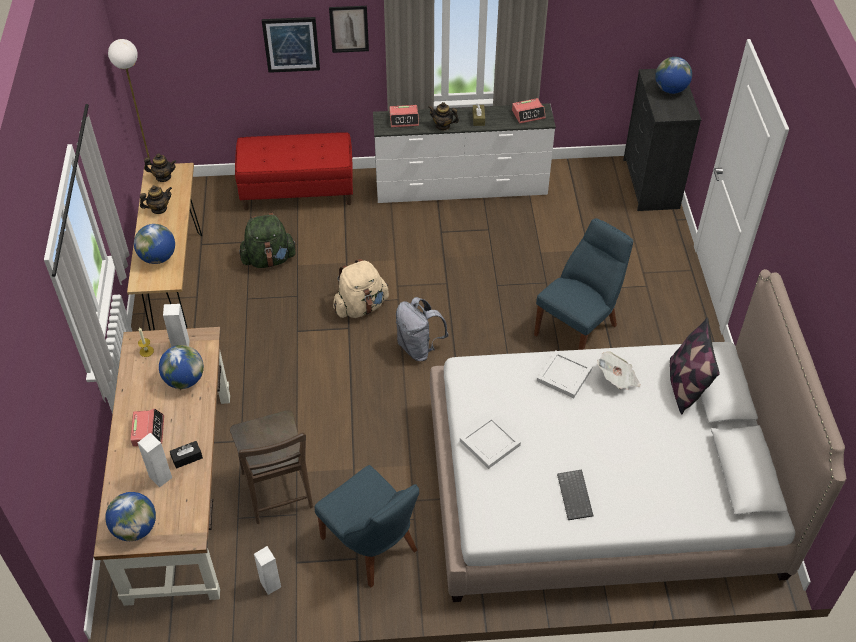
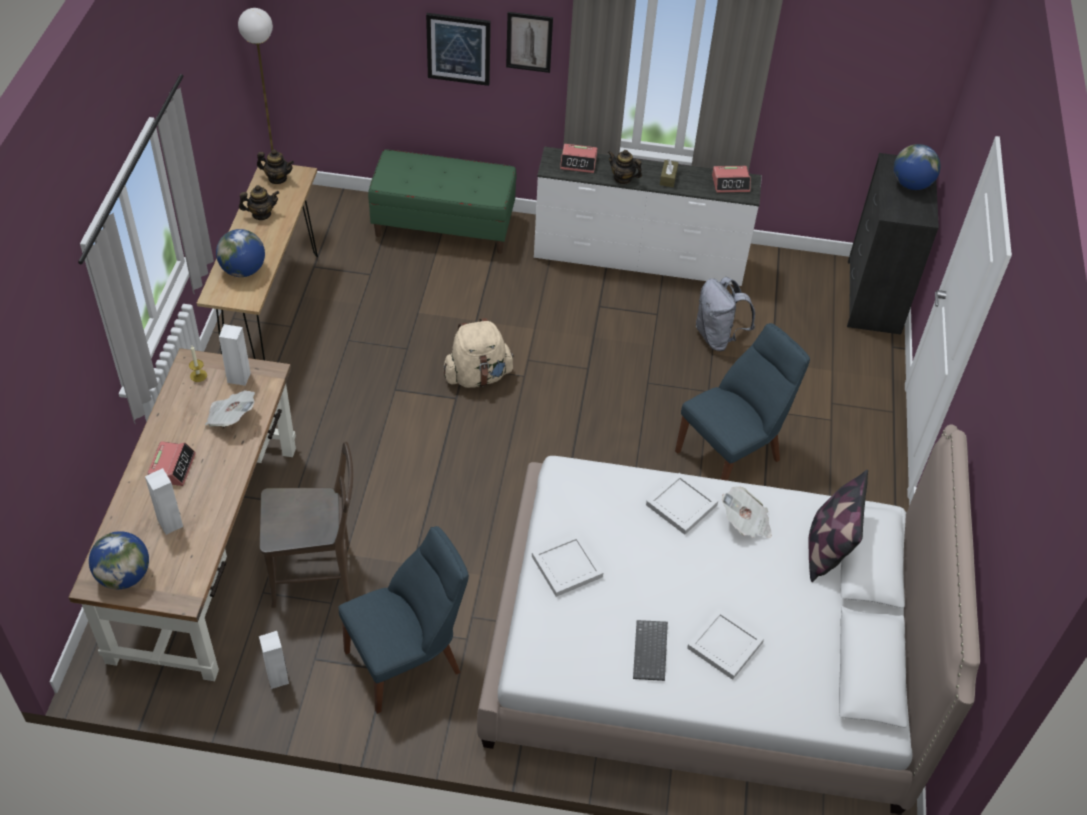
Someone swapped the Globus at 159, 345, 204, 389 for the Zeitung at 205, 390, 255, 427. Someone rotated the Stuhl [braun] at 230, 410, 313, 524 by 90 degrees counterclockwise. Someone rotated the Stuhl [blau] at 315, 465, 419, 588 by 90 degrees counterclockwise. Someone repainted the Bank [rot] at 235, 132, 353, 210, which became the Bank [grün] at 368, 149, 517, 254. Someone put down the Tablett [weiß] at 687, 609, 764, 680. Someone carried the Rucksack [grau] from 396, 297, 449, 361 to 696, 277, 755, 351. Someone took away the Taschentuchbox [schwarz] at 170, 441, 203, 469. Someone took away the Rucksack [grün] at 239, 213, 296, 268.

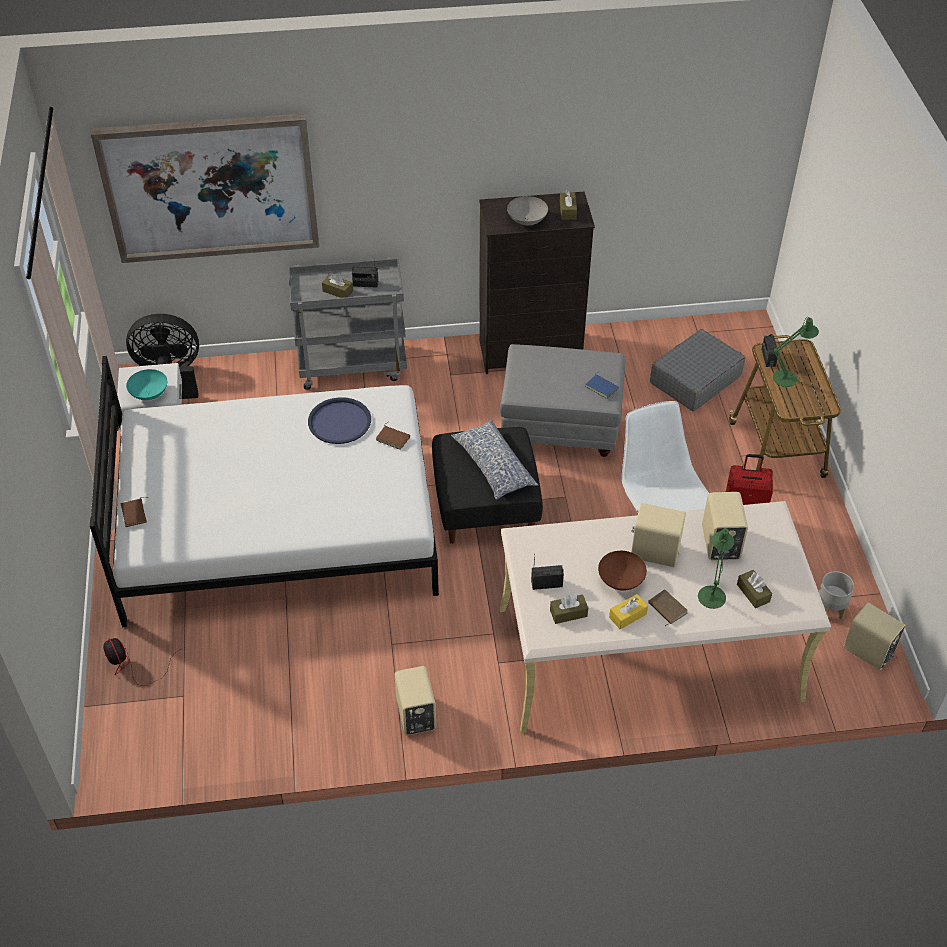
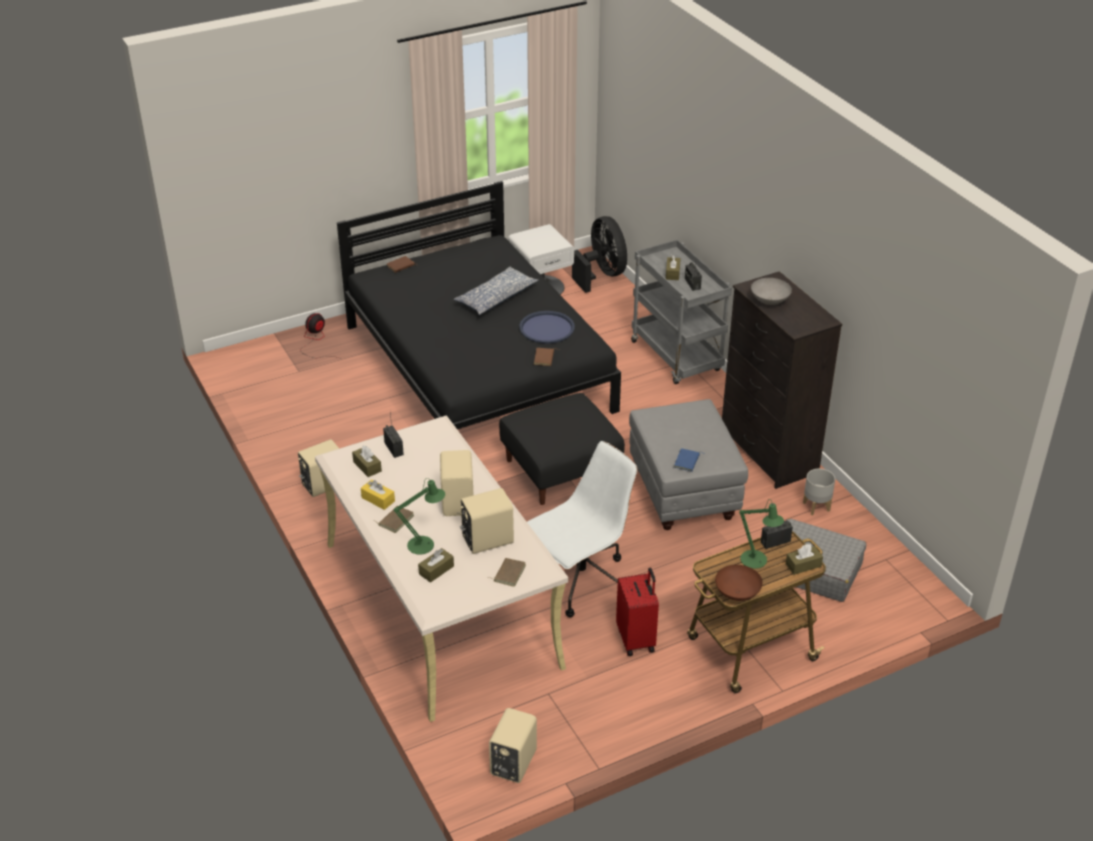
Someone repainted the Bett [weiß] at 90, 356, 439, 627, which became the Bett [schwarz] at 337, 181, 621, 429. Someone carried the Kissen from 451, 419, 538, 500 to 454, 267, 539, 315. Someone put down the Buch [braun] at 487, 558, 526, 587. Someone carried the Schüssel [braun] from 598, 551, 647, 591 to 715, 565, 763, 601. Someone carried the Taschentuchbox [braun] from 560, 191, 577, 220 to 786, 544, 823, 575. Someone carried the Pflanzkübel [grau] from 819, 571, 854, 619 to 803, 469, 835, 515. Someone took away the Bild at 91, 113, 319, 263. Someone took away the Schüssel [türkis] at 126, 369, 167, 400.

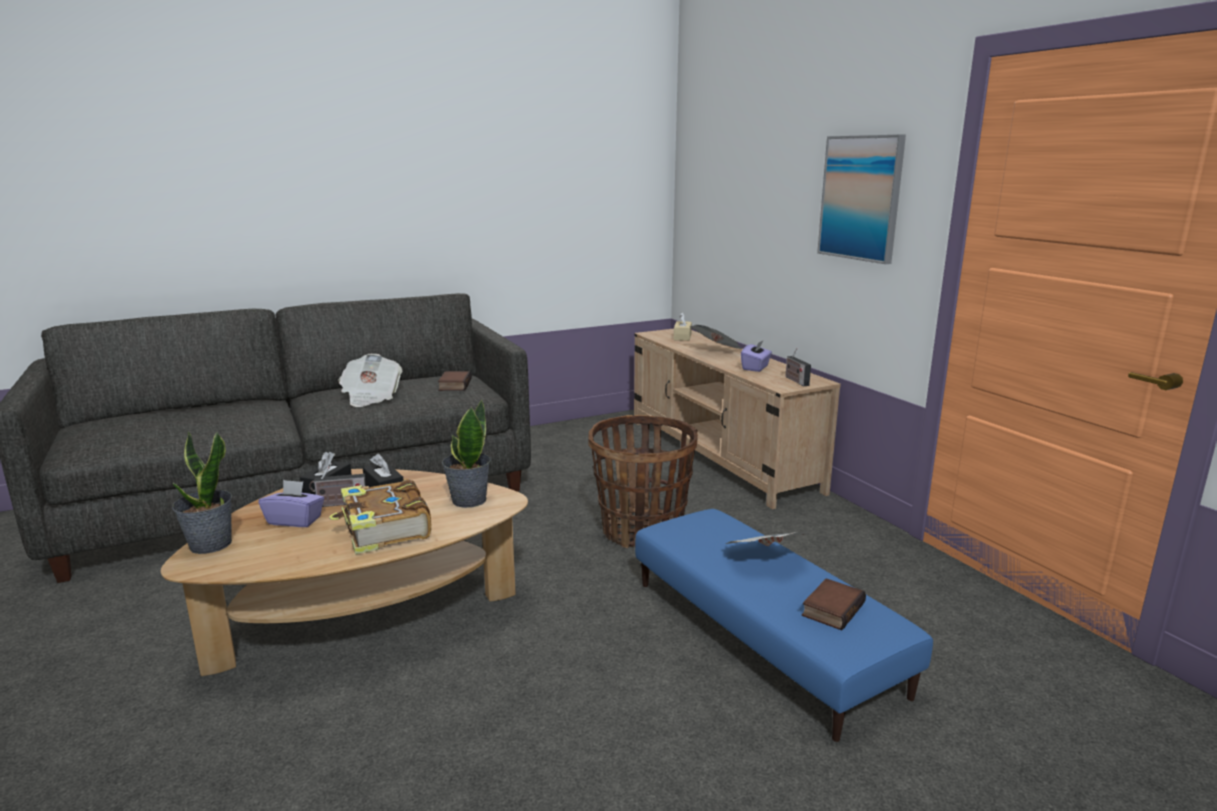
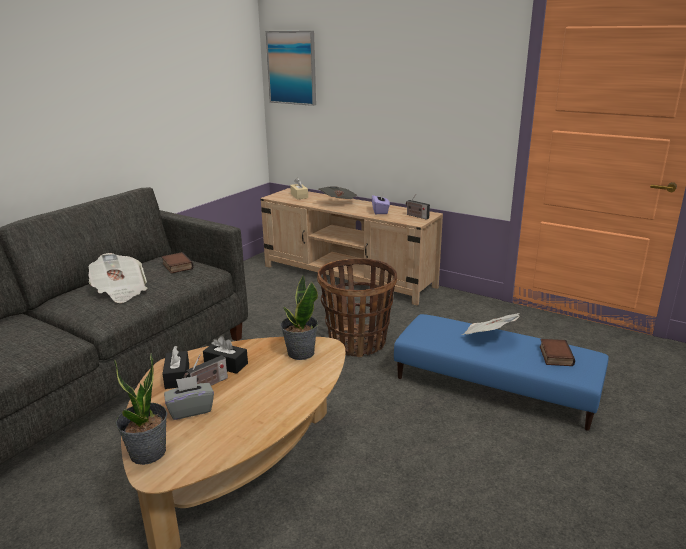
Someone repainted the Taschentuchbox [lila] at 259, 480, 324, 527, which became the Taschentuchbox [grau] at 164, 375, 214, 420. Someone carried the Bild from 817, 134, 906, 264 to 266, 31, 316, 106. Someone took away the Buch at 329, 479, 431, 554.

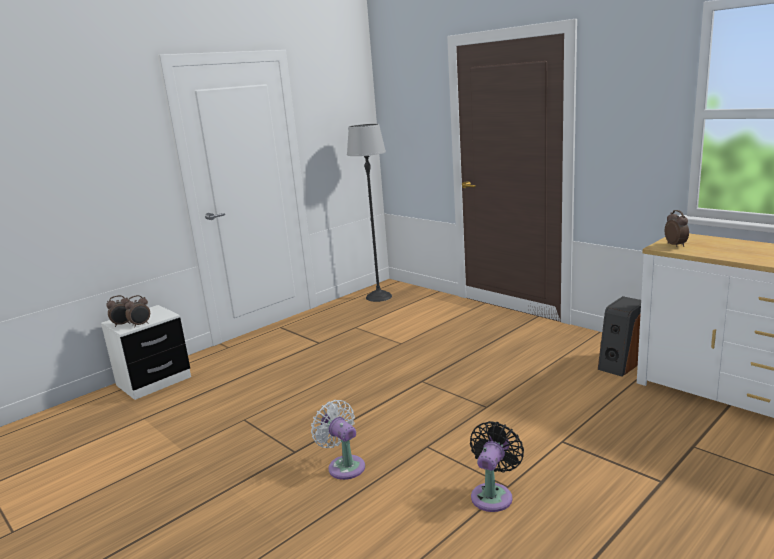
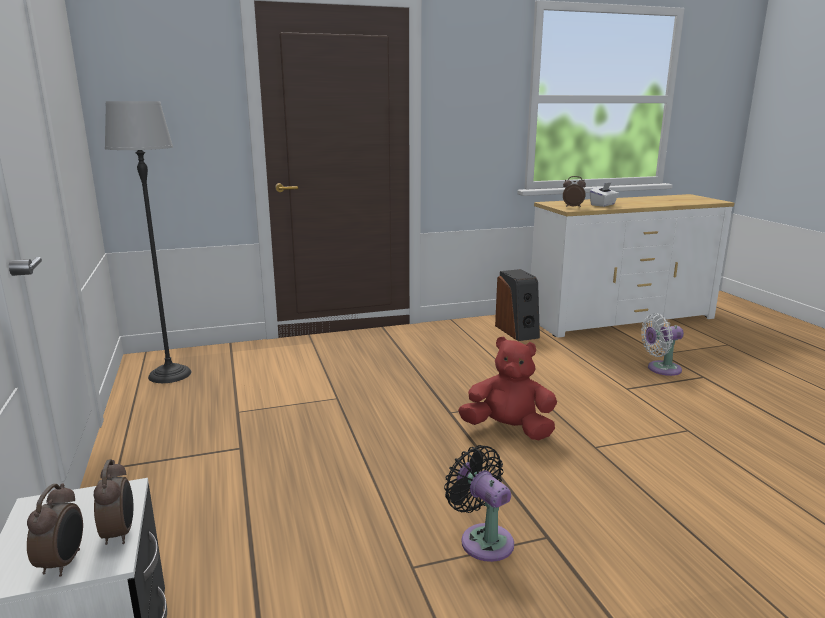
Someone carried the Ventilator [schwarz] from 470, 421, 524, 512 to 444, 445, 514, 562. Someone put down the Plüschtier [rot] at 458, 337, 557, 440. Someone put down the Taschentuchbox [weiß] at 590, 183, 619, 207. Someone carried the Ventilator [weiß] from 311, 400, 365, 480 to 641, 313, 684, 376.

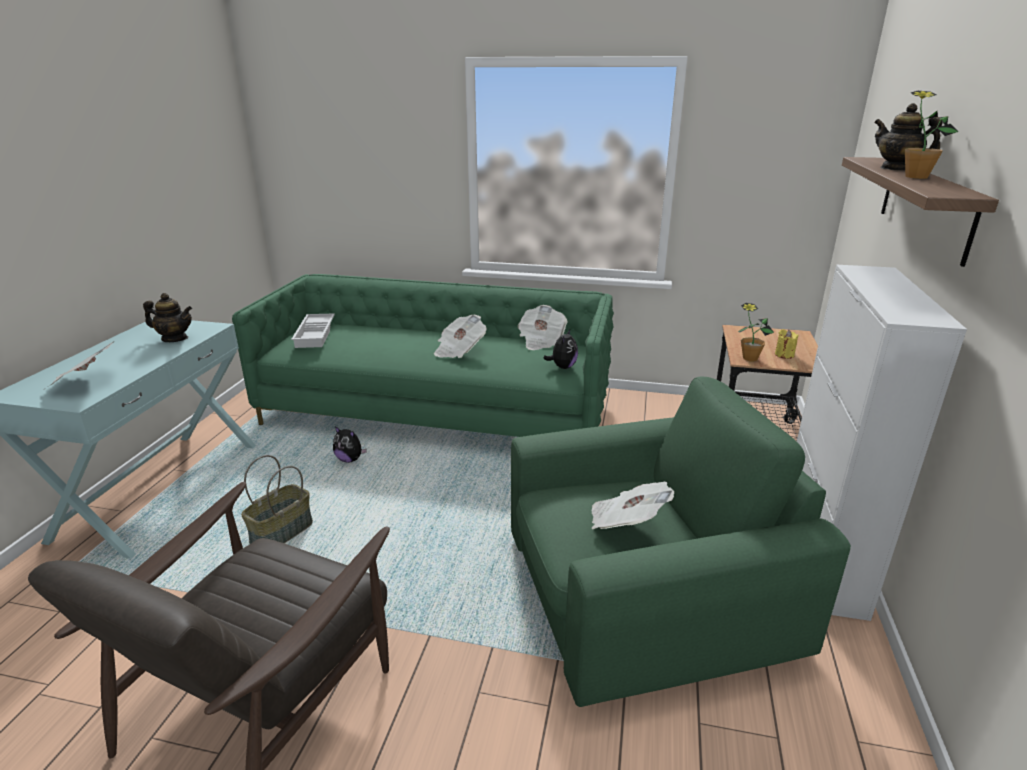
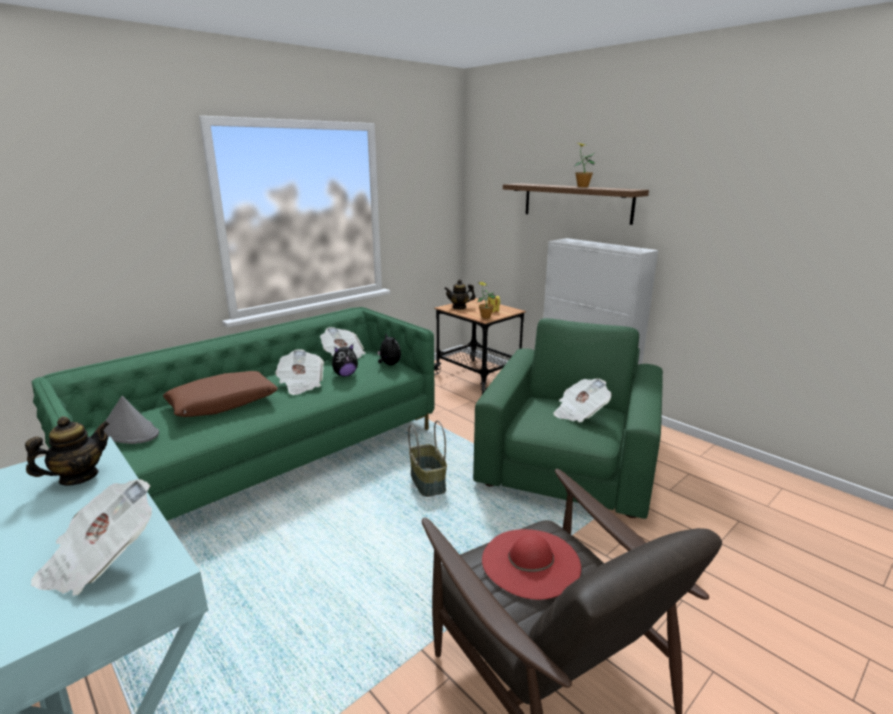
Someone swapped the Tablett [weiß] at 291, 313, 335, 348 for the Hut [grau] at 104, 396, 159, 444. Someone put down the Kissen [braun] at 163, 371, 278, 417. Someone carried the Plüschtier from 333, 426, 367, 463 to 332, 344, 358, 377. Someone carried the Korb from 241, 455, 313, 544 to 408, 420, 447, 497. Someone carried the Teekanne from 874, 103, 942, 170 to 444, 279, 476, 309. Someone put down the Hut [rot] at 482, 529, 581, 600.

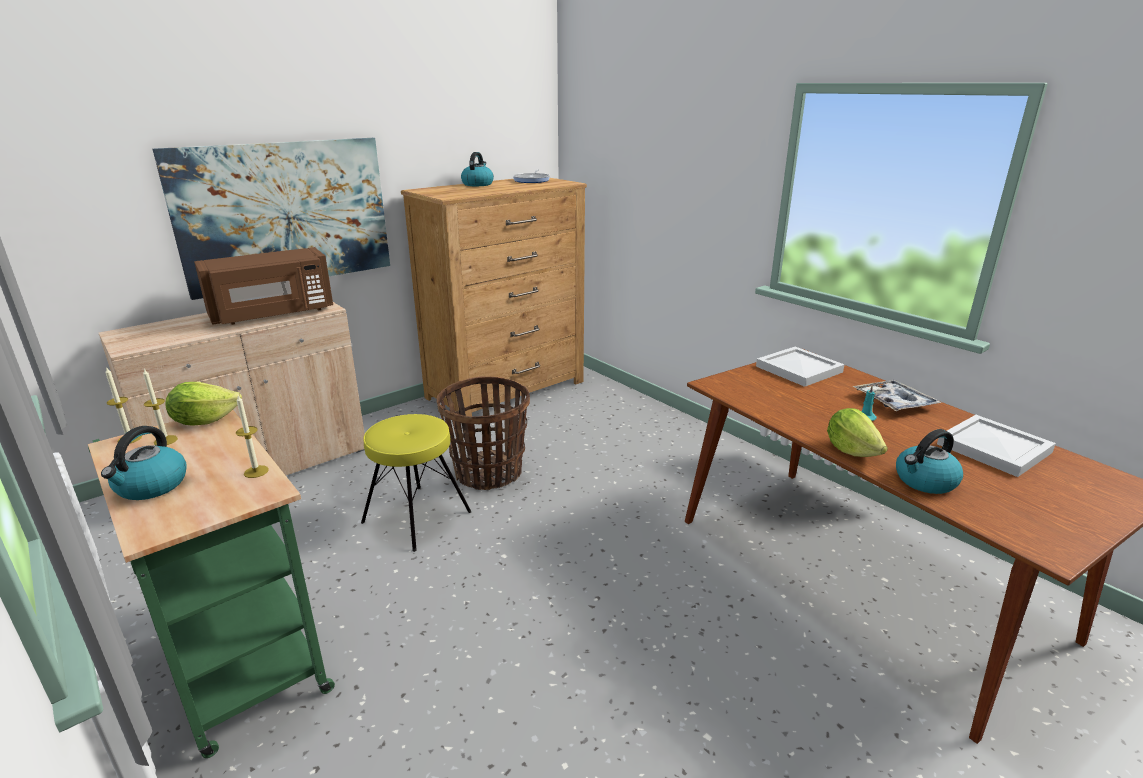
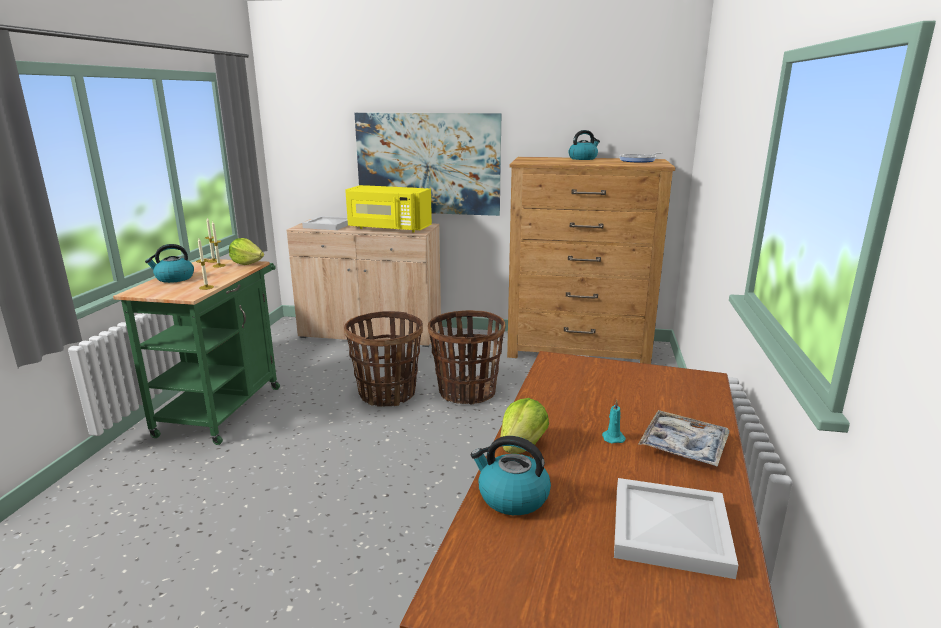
Someone carried the Tablett [weiß] from 756, 347, 845, 387 to 302, 216, 348, 230. Someone swapped the Hocker [gelb] at 361, 414, 472, 552 for the Korb at 344, 311, 423, 407. Someone repainted the Mikrowelle [braun] at 194, 247, 333, 325, which became the Mikrowelle [gelb] at 345, 185, 432, 232.

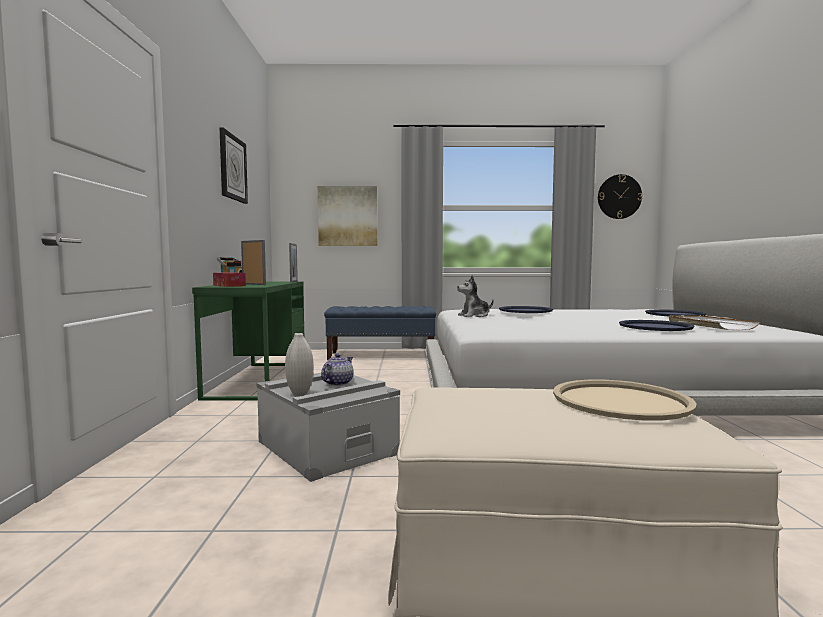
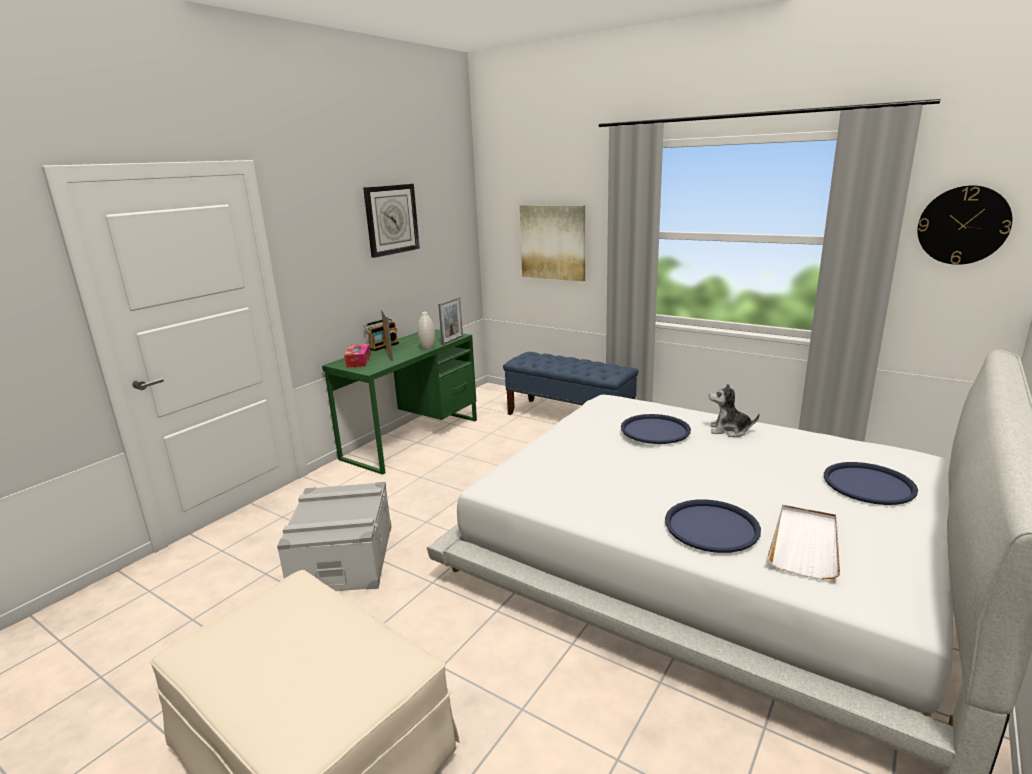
Someone carried the Vase [weiß] from 285, 333, 314, 396 to 418, 312, 435, 350. Someone carried the Plüschtier from 457, 275, 494, 317 to 709, 384, 760, 437. Someone took away the Teekanne at 321, 354, 354, 386. Someone took away the Tablett [beige] at 553, 380, 697, 421.

